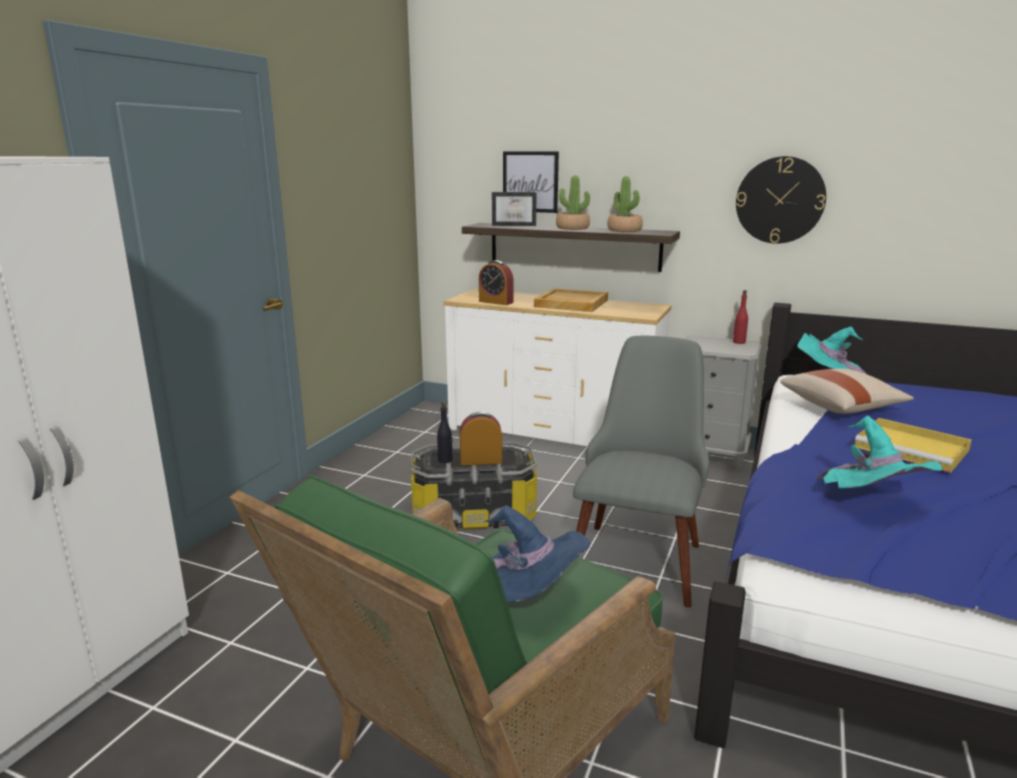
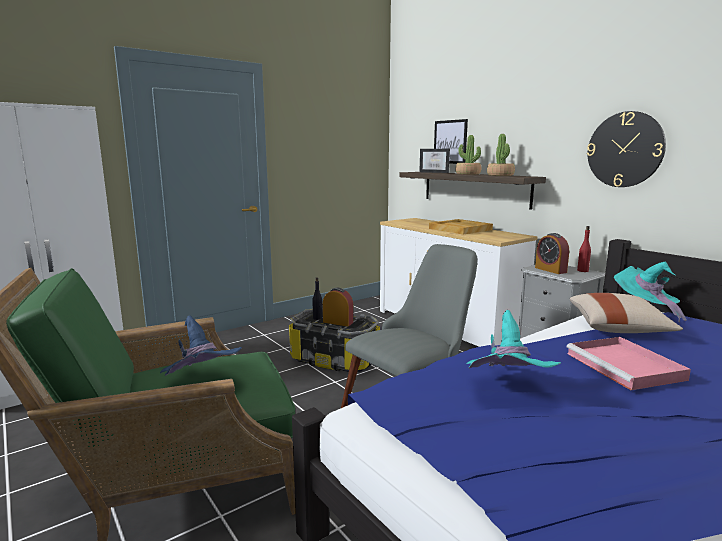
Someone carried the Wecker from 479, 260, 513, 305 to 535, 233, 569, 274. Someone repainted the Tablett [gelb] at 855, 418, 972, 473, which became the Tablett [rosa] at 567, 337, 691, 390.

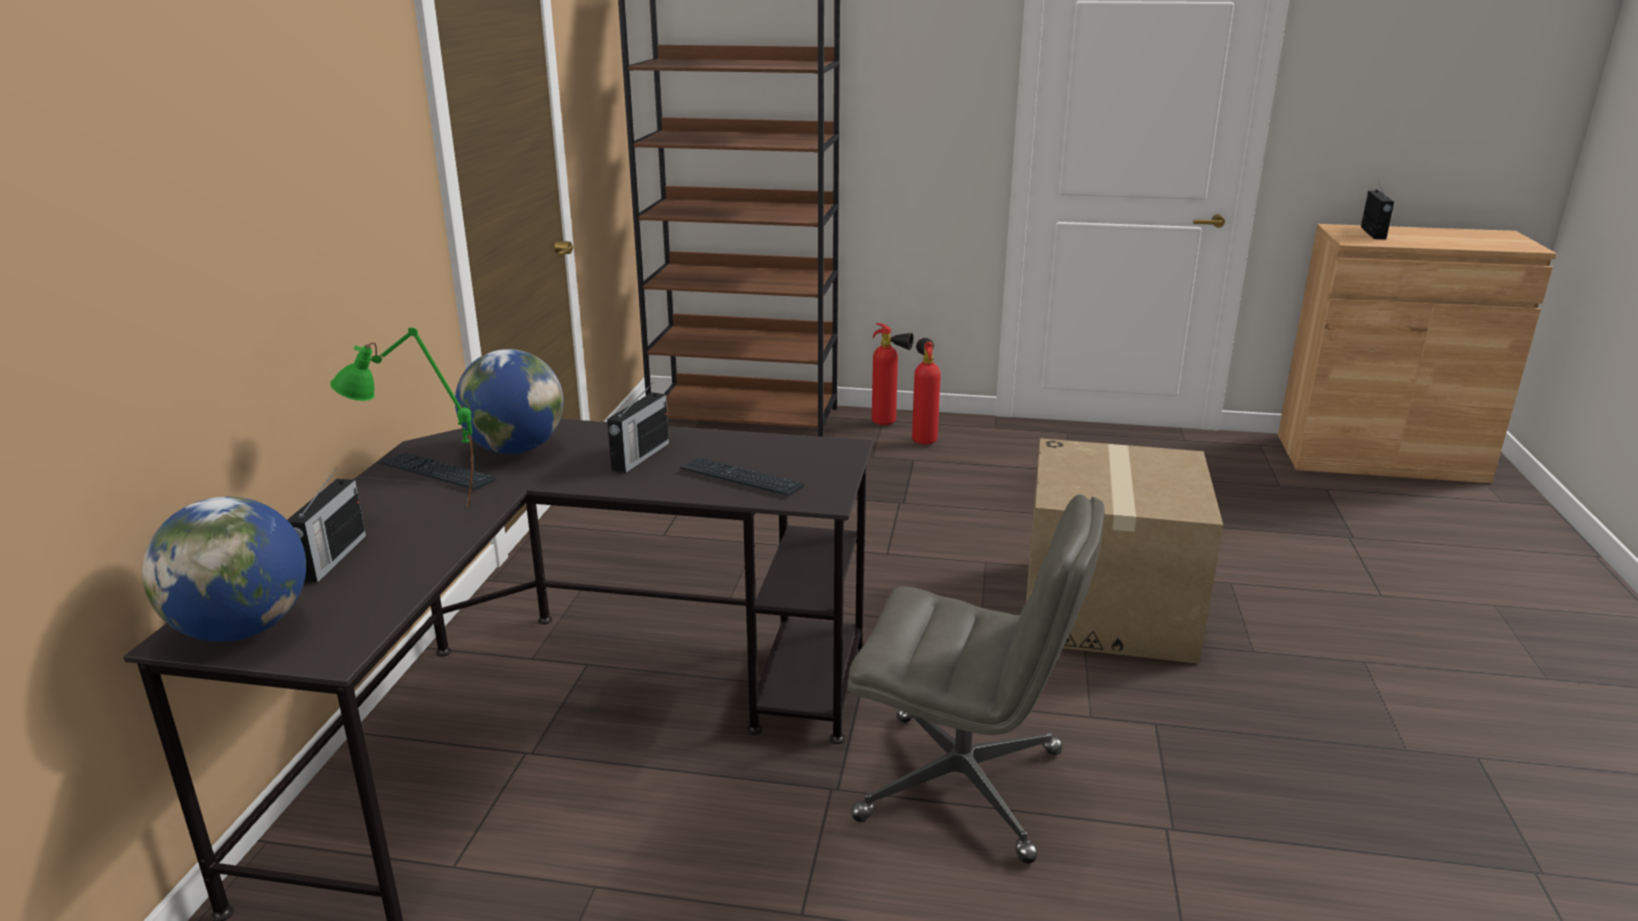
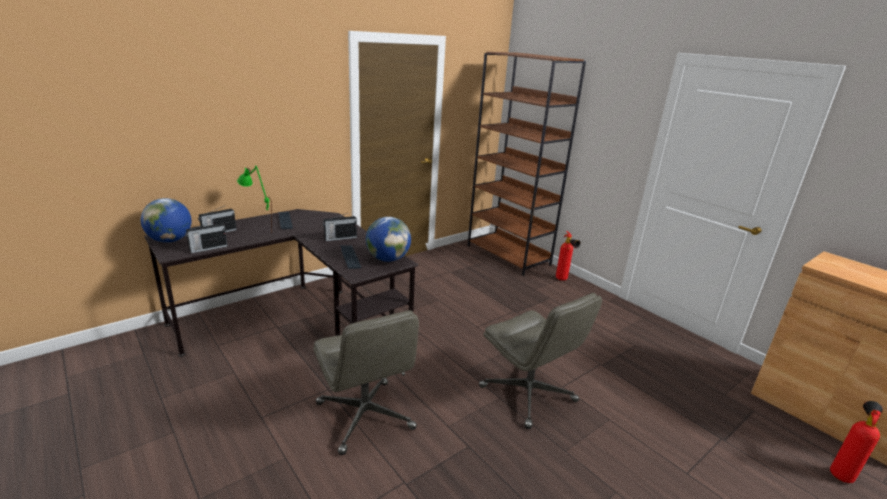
Someone carried the Radio from 1361, 182, 1394, 240 to 185, 220, 228, 253. Someone carried the Globus from 455, 349, 564, 454 to 366, 217, 411, 262. Someone swapped the Karton at 1026, 438, 1223, 664 for the Bürostuhl [grau] at 479, 293, 602, 429. Someone carried the Feuerlöscher from 912, 338, 941, 445 to 830, 401, 883, 483.

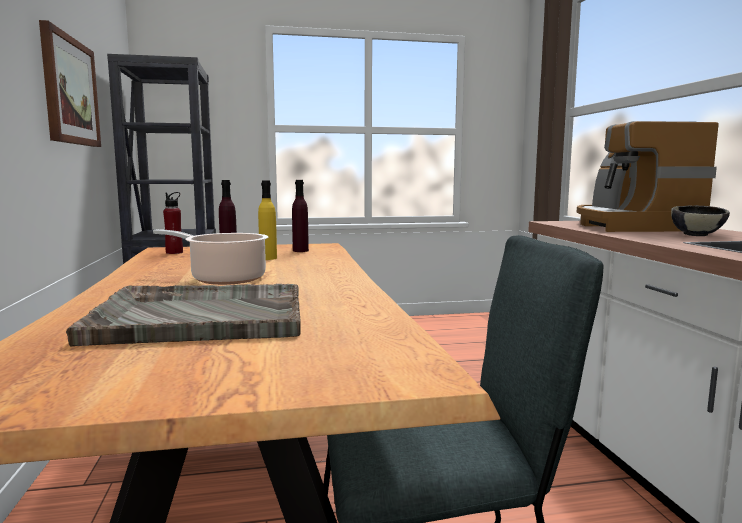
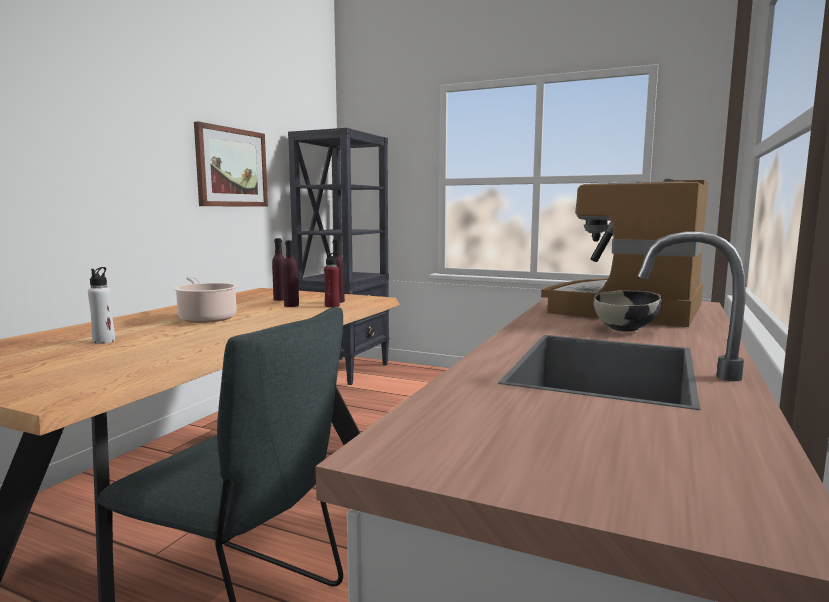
Someone swapped the Tablett [grau] at 66, 284, 301, 347 for the Flasche [weiß] at 88, 267, 115, 344. Someone repainted the Flasche [gelb] at 258, 180, 277, 260, which became the Flasche [lila] at 283, 240, 299, 307. Someone carried the Flasche [rot] from 163, 192, 183, 254 to 324, 252, 340, 308.

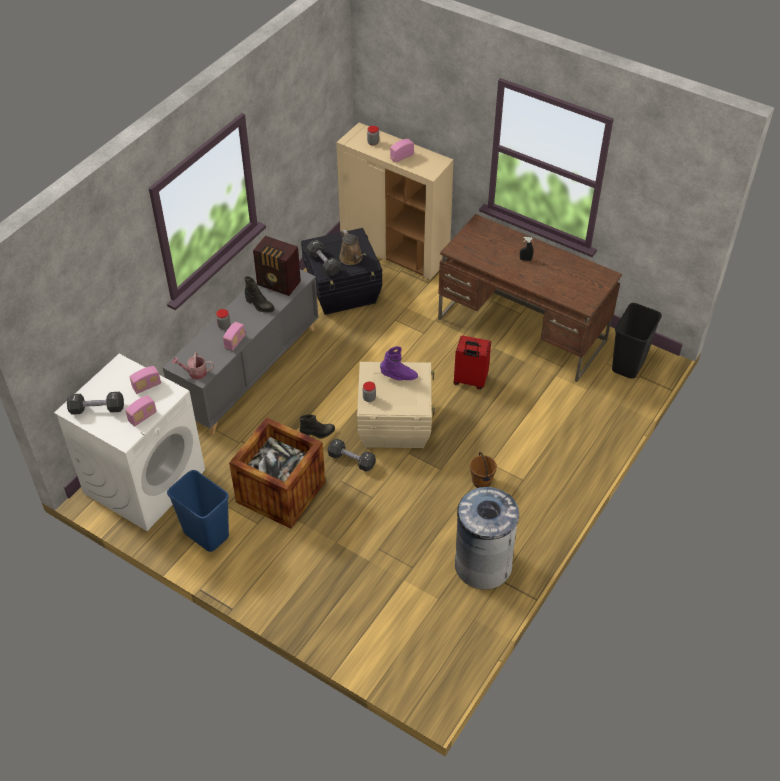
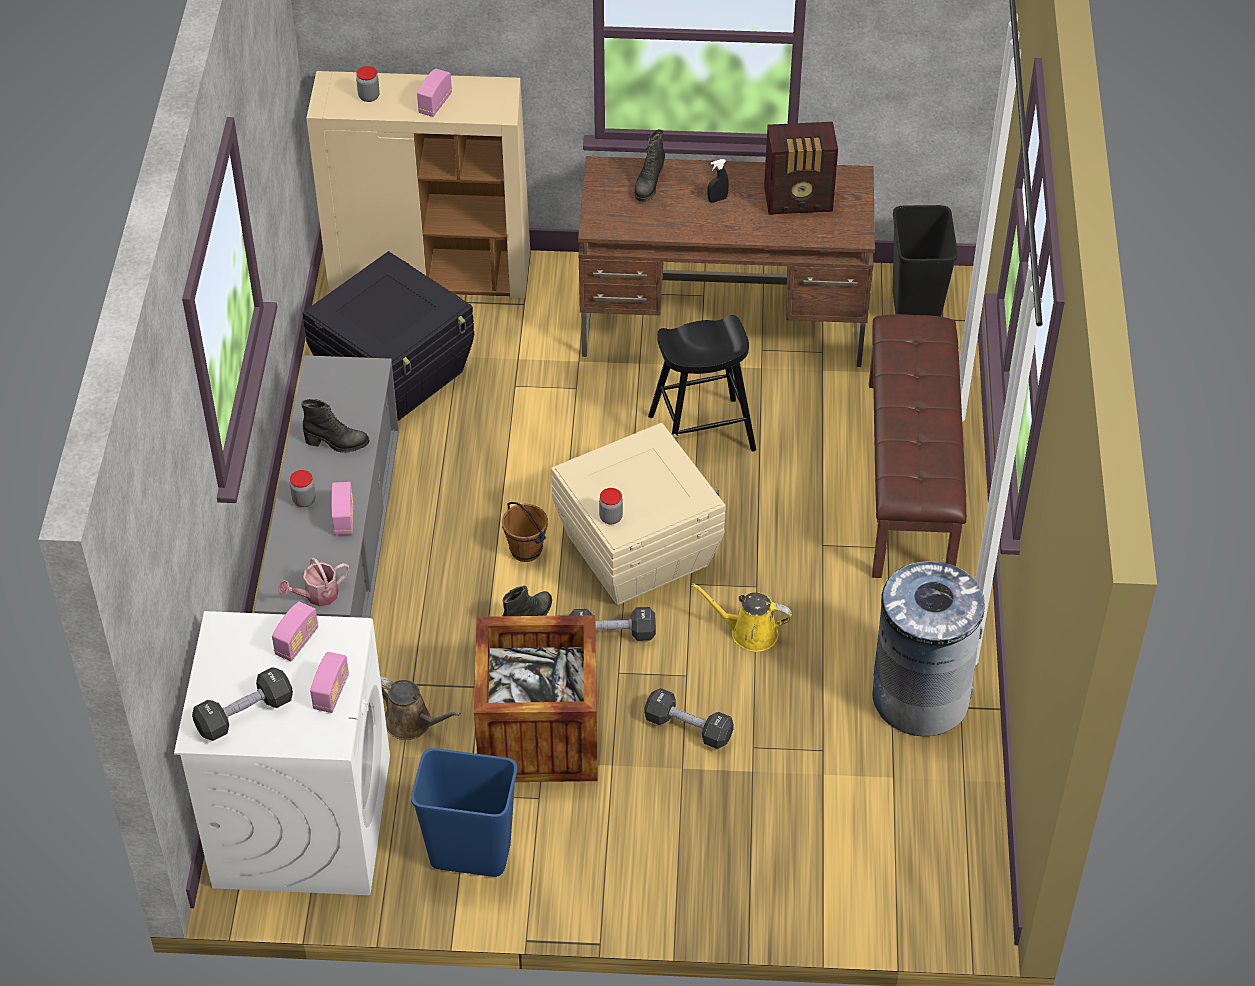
Someone carried the Gießkanne [braun] from 339, 230, 366, 265 to 380, 676, 461, 740. Someone carried the Eimer [braun] from 470, 452, 497, 488 to 502, 502, 548, 562. Someone put down the Stiefel [schwarz] at 634, 129, 665, 202. Someone carried the Hantel [schwarz] from 306, 240, 341, 276 to 644, 688, 734, 749. Someone swapped the Koffer [rot] at 453, 335, 491, 389 for the Hocker [schwarz] at 648, 315, 756, 452. Someone put down the Gießkanne [gelb] at 691, 583, 792, 652. Someone carried the Radio from 253, 236, 301, 296 to 764, 122, 838, 215. Someone put down the Bank [braun] at 869, 314, 967, 578. Someone took away the Stiefel [lila] at 380, 346, 418, 381.

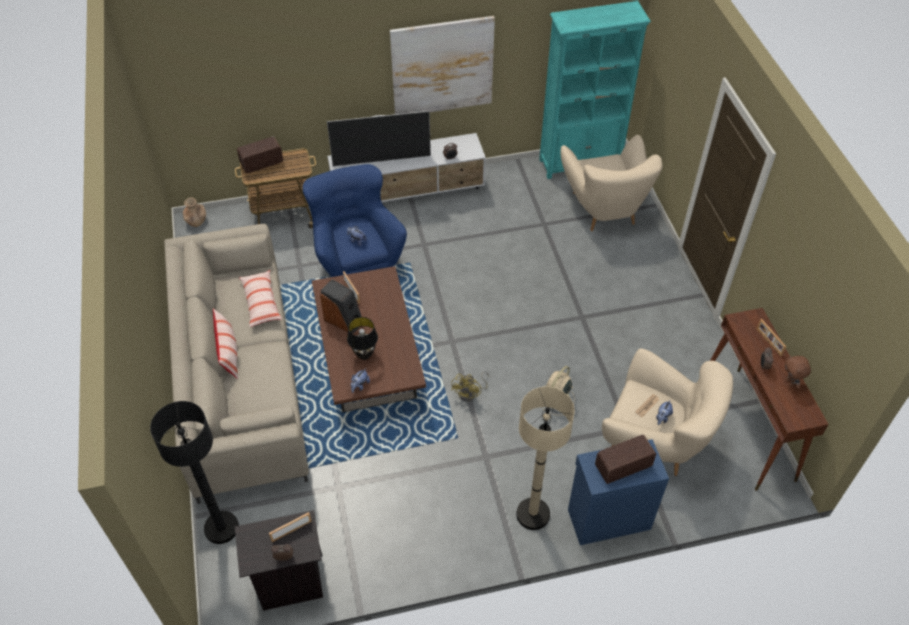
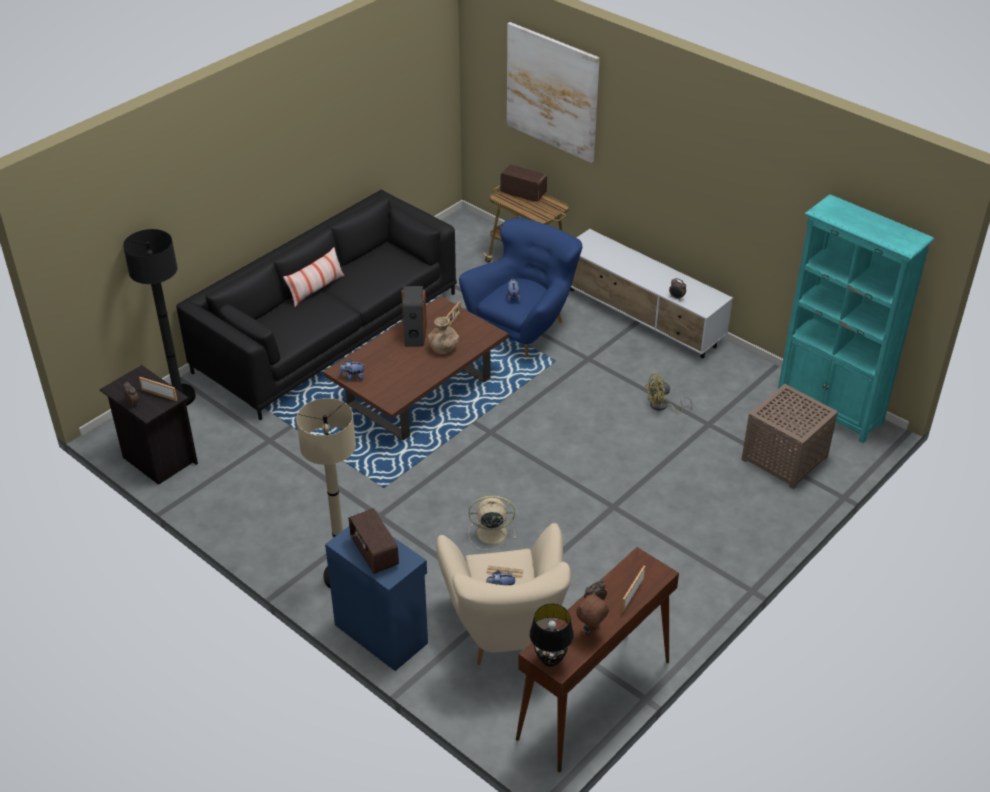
Someone repainted the Sofa [beige] at 164, 224, 309, 504, which became the Sofa [schwarz] at 176, 190, 457, 421. Someone rotated the Radio at 595, 435, 656, 484 by 150 degrees counterclockwise. Someone carried the Vase [braun] from 183, 198, 206, 227 to 428, 317, 459, 354. Someone carried the Bild from 390, 16, 495, 114 to 507, 22, 600, 163. Someone carried the Tischlampe [schwarz] from 347, 317, 378, 360 to 529, 604, 574, 667. Someone carried the Ventilator [gelb] from 451, 371, 489, 401 to 645, 373, 693, 414. Someone swapped the Sessel [beige] at 561, 135, 662, 231 for the Beistelltisch [braun] at 741, 384, 838, 489. Someone took away the Kissen at 239, 270, 282, 327. Someone took away the Fernseher at 327, 111, 431, 166.

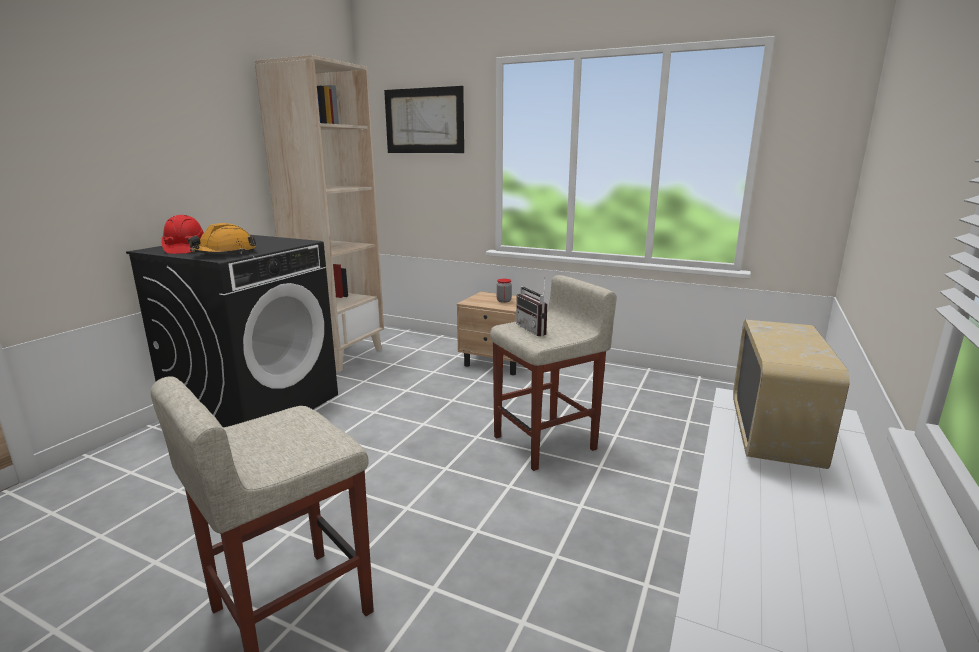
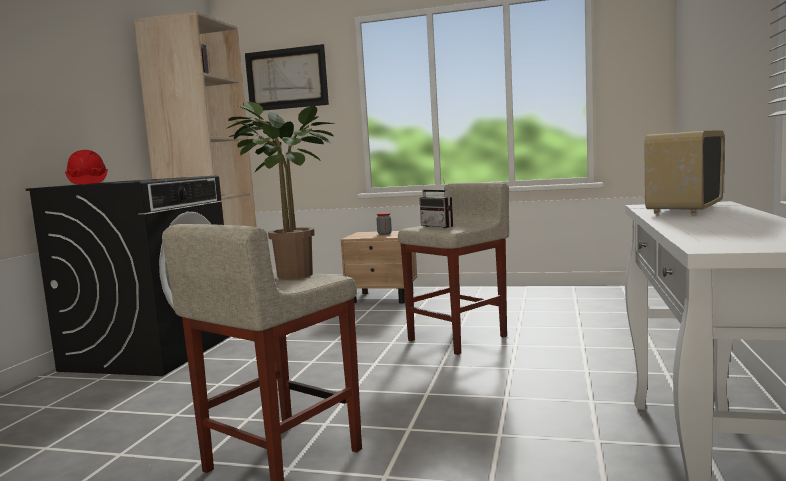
Someone put down the Topfpflanze at 226, 102, 336, 279. Someone rotated the Radio at 733, 320, 850, 469 by 150 degrees counterclockwise. Someone took away the Schutzhelm [orange] at 188, 223, 256, 254.

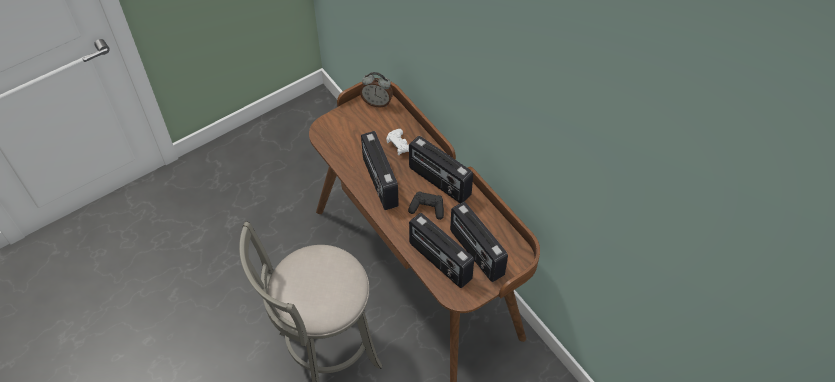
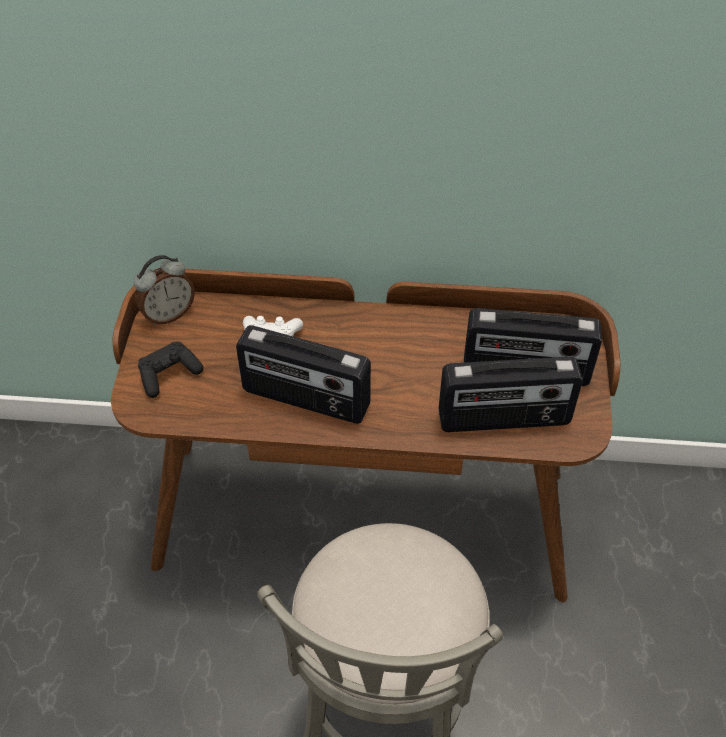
Someone carried the Gamepad [schwarz] from 408, 191, 444, 220 to 138, 341, 203, 398. Someone took away the Radio at 409, 136, 473, 203.

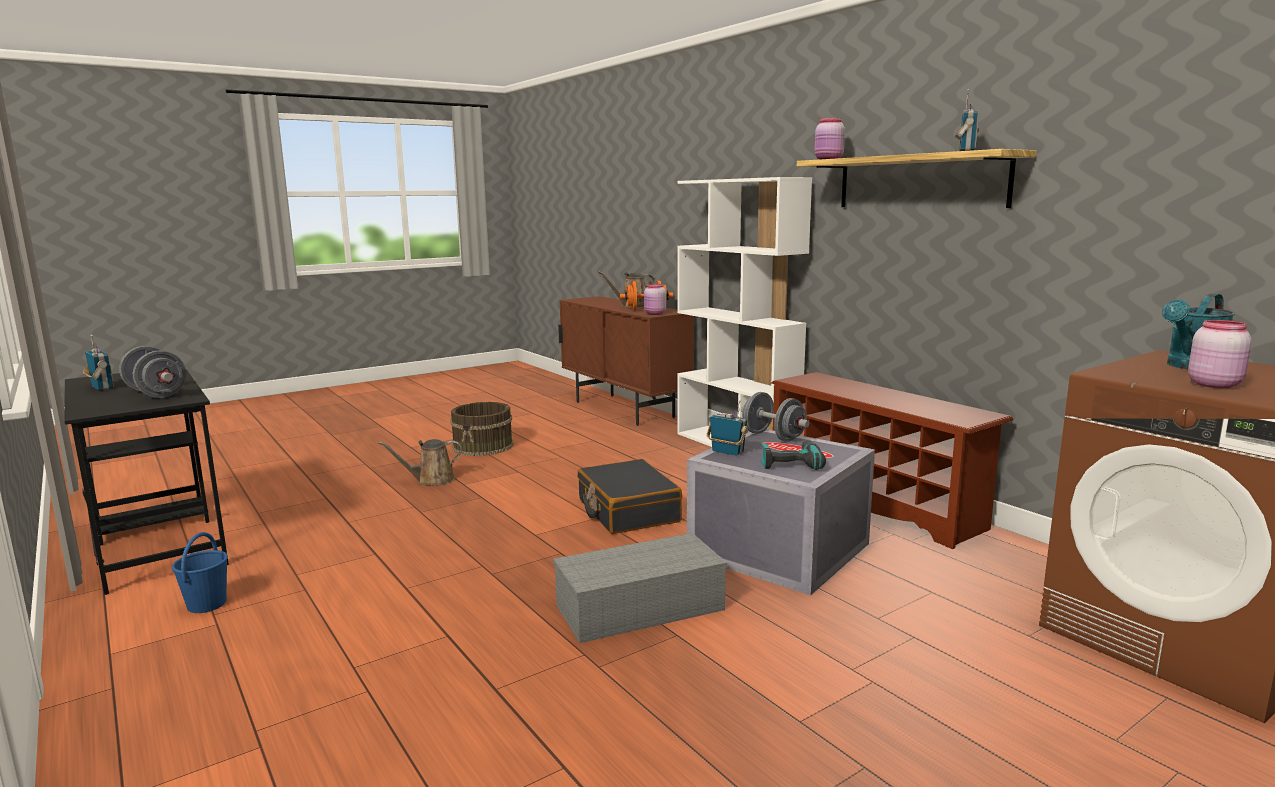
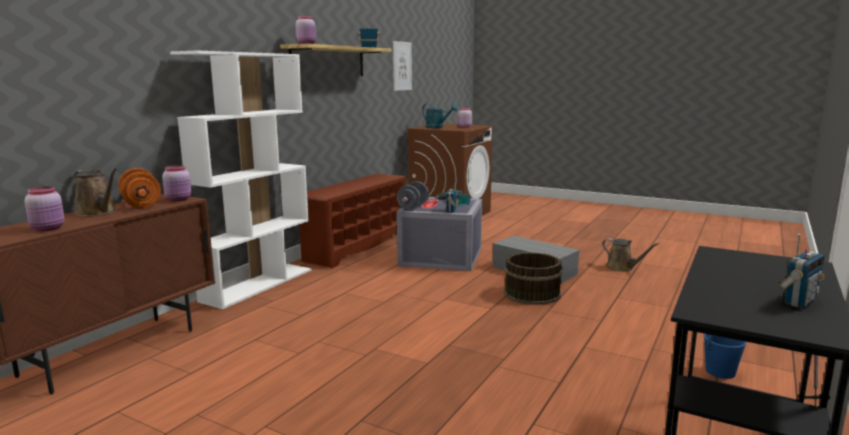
Someone put down the Vorratsglas [rosa] at 24, 186, 65, 231. Someone put up the Bild at 393, 41, 412, 91. Someone carried the Eimer [braun] from 450, 402, 514, 456 to 504, 252, 563, 305. Someone carried the Gießkanne [braun] from 378, 439, 462, 486 to 602, 238, 659, 272. Someone rotated the Radio at 83, 335, 114, 390 by 150 degrees counterclockwise. Someone took away the Hantel [grau] at 119, 346, 187, 398. Someone took away the Koffer [schwarz] at 578, 459, 682, 534.

